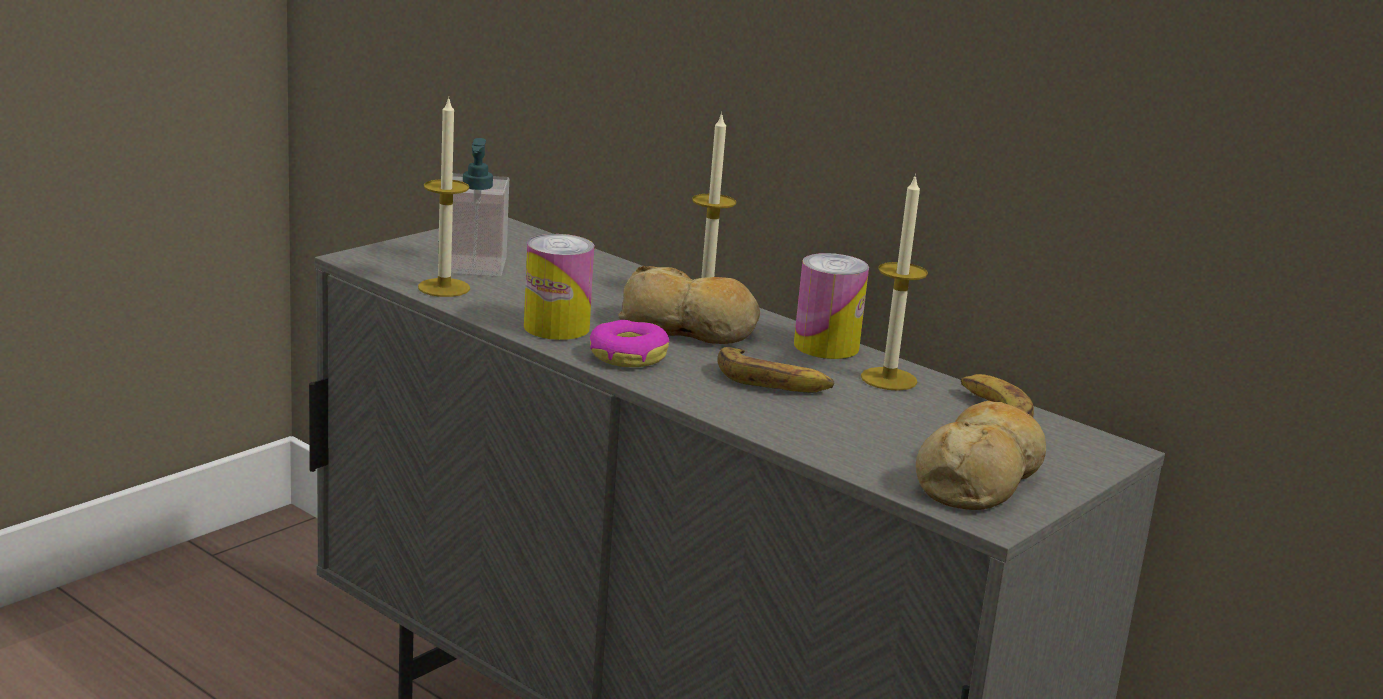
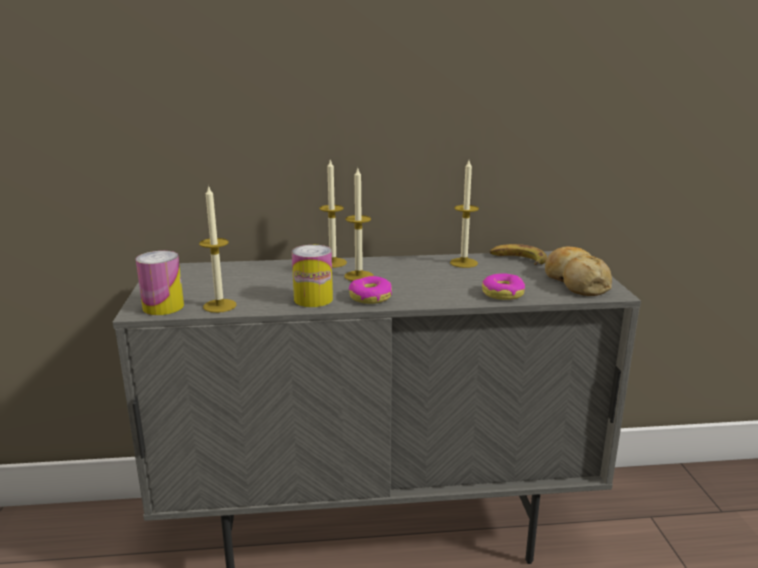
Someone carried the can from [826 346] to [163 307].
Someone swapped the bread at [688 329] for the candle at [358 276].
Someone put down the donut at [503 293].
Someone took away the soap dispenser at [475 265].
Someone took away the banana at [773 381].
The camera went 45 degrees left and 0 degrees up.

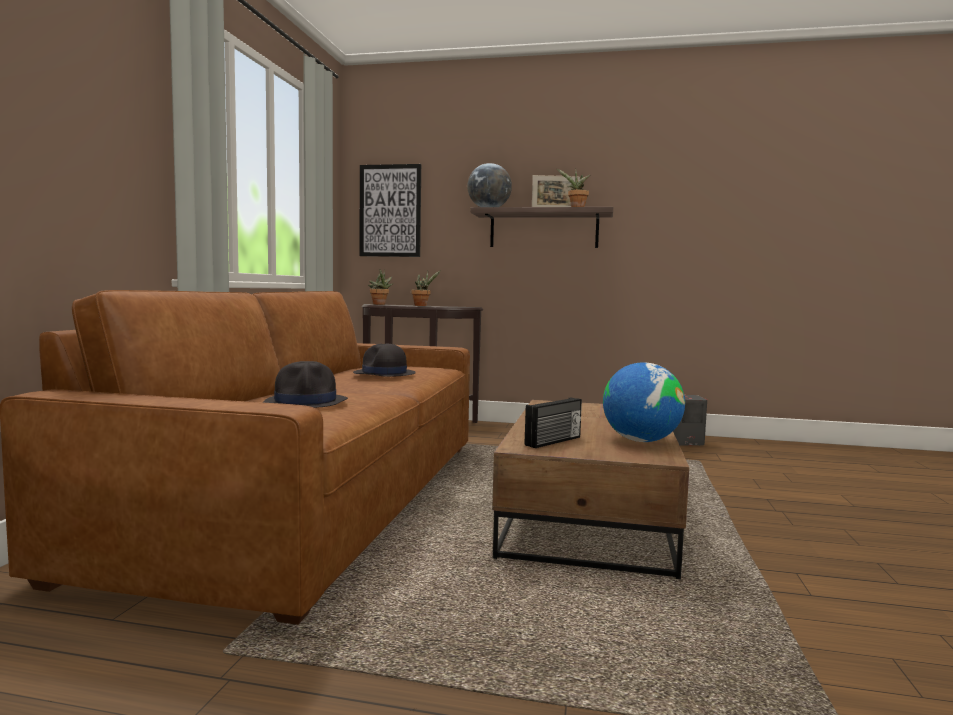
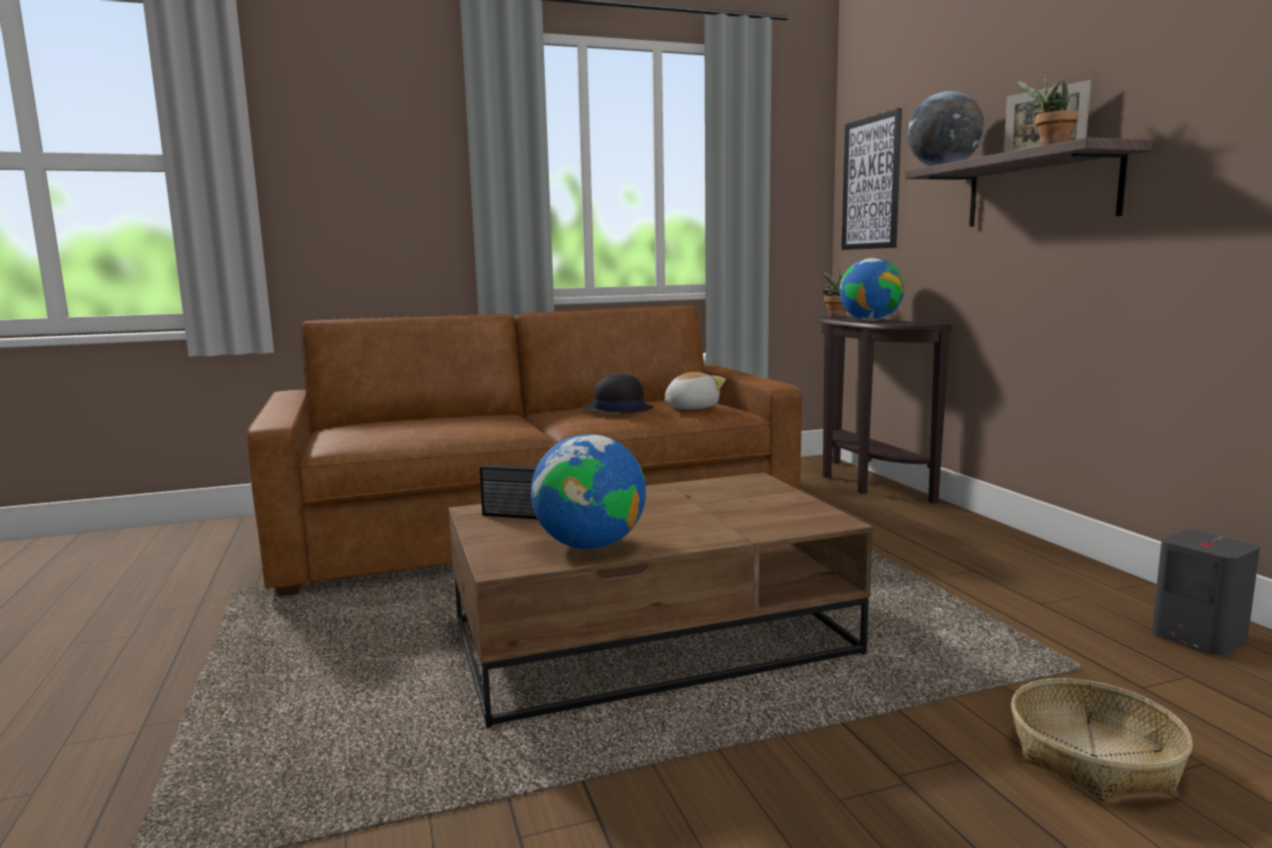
Someone put down the plush toy at [690 408].
Someone swapped the potted plant at [422 305] for the globe at [870 320].
Someone put down the basket at [1094 757].
Someone took away the black hat at [306 402].
The camera went 60 degrees right and 5 degrees up.

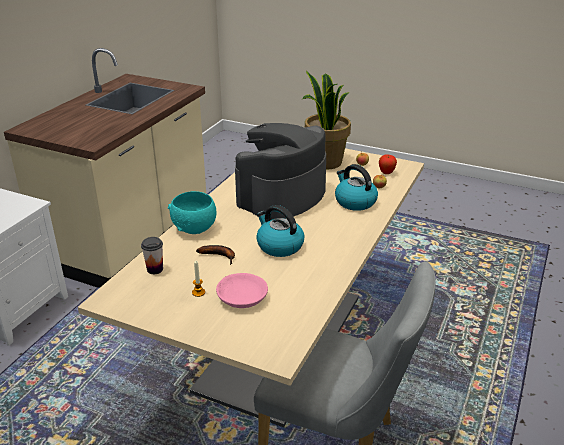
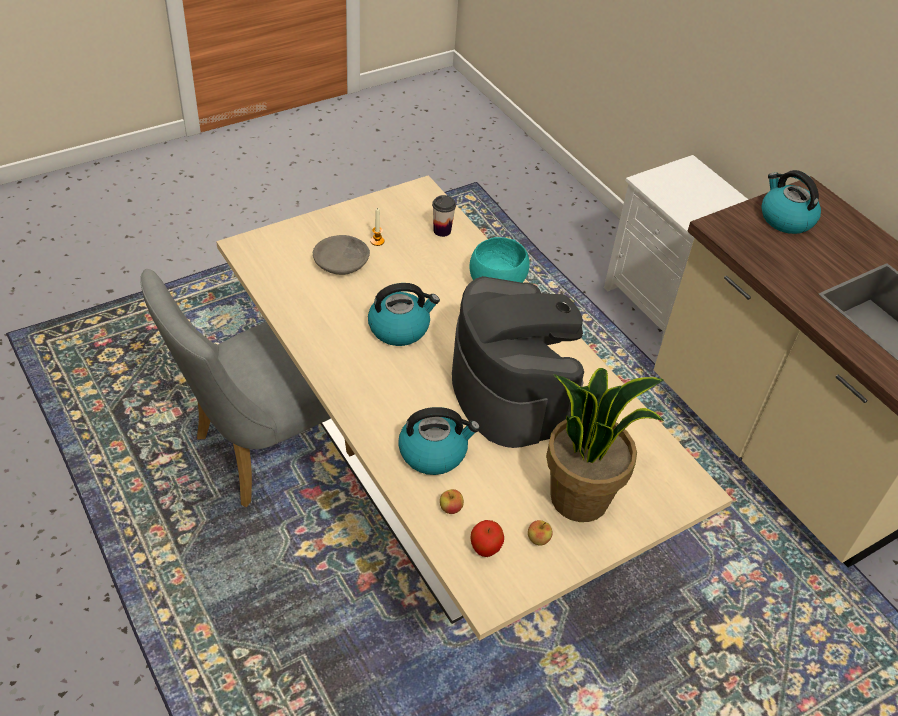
Someone repainted the pink bowl at [241 297], which became the grey bowl at [342 262].
Someone put down the kettle at [785 219].
Someone took away the banana at [220 256].
The camera went 120 degrees right and 15 degrees up.

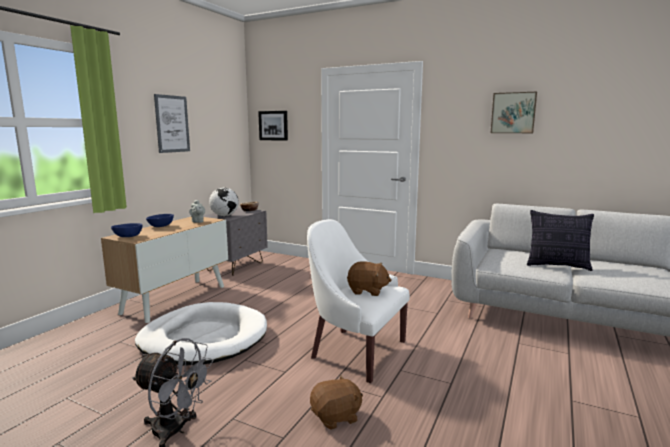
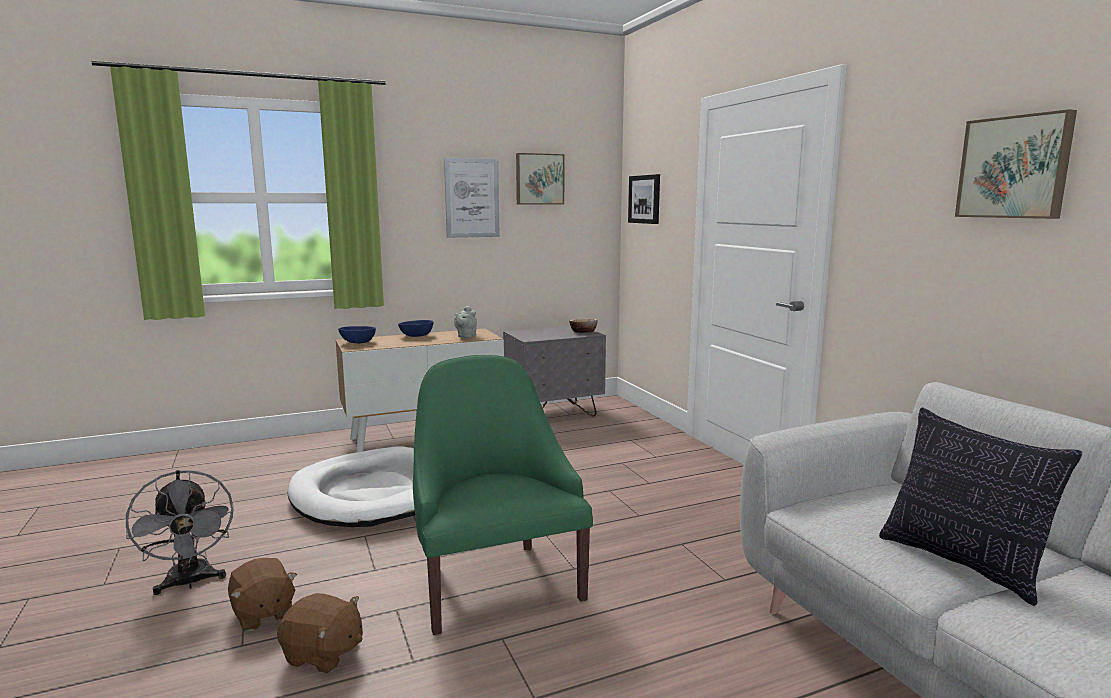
Someone carried the brown plush toy from [367 291] to [263 614].
Someone repainted the white armchair at [355 351], which became the green armchair at [495 582].
Someone put up the picture at [539 179].
Someone took away the globe at [224 216].
The camera went 40 degrees right and 0 degrees up.

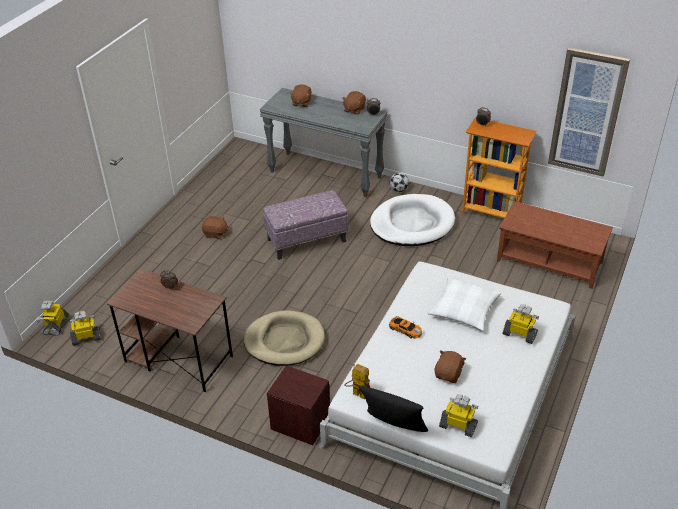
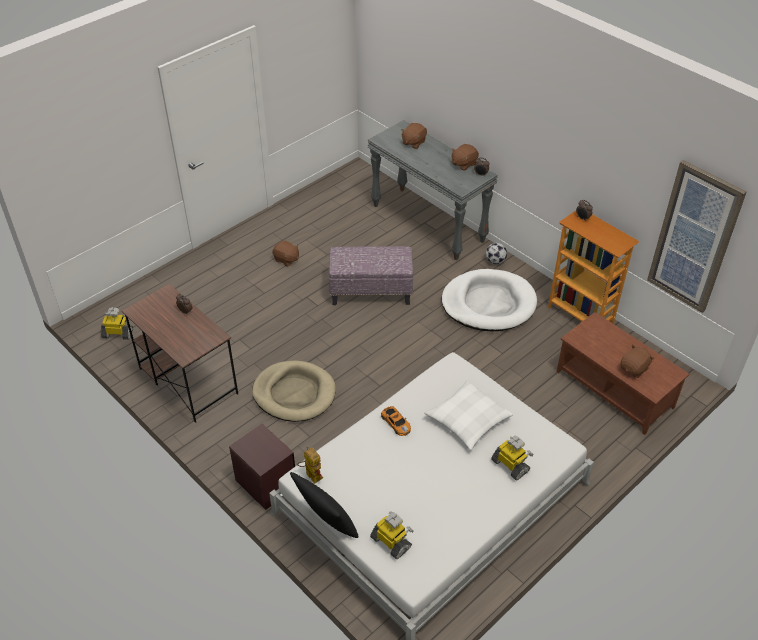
Someone carried the brown plush toy from [448 374] to [634 369].
Someone took away the toy robot at [56 325].
The camera went 20 degrees right and 5 degrees up.

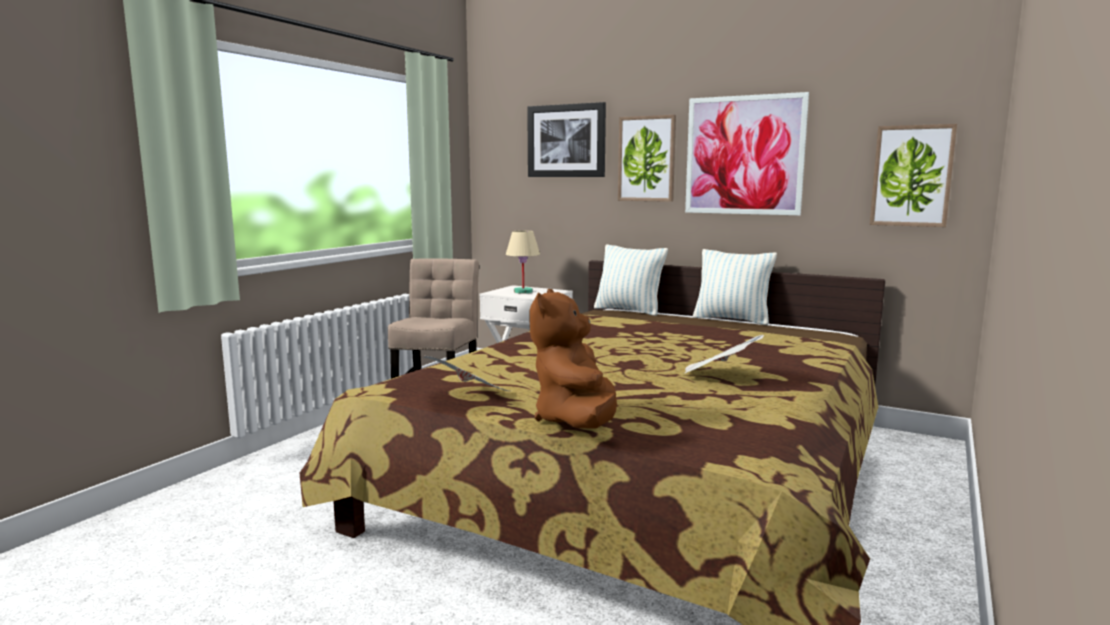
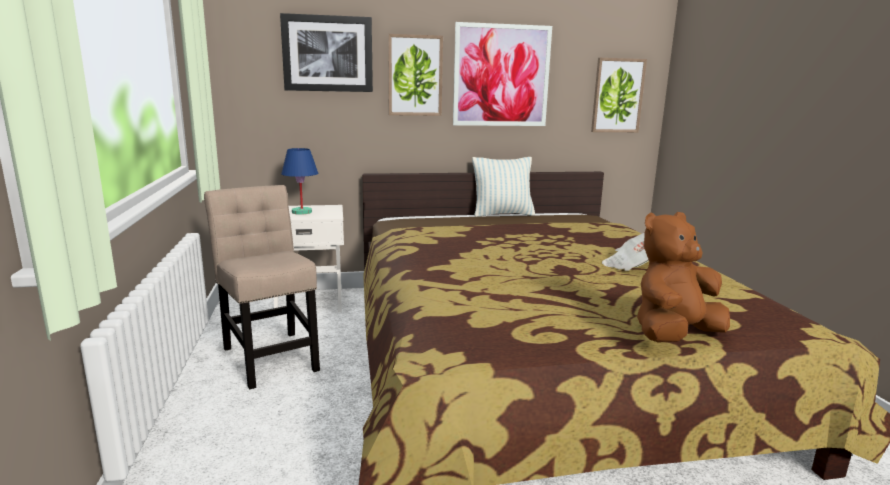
Someone repainted the beige table lamp at [522 291], which became the blue table lamp at [301 212].
Someone rotated the brown plush toy at [576 422] by 90 degrees clockwise.
Someone took away the newspaper at [469 397].
Someone took away the pillow at [629 310].
The camera went 40 degrees left and 5 degrees up.

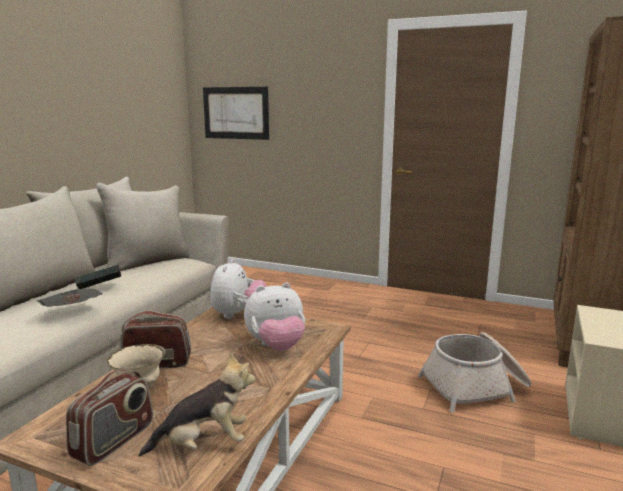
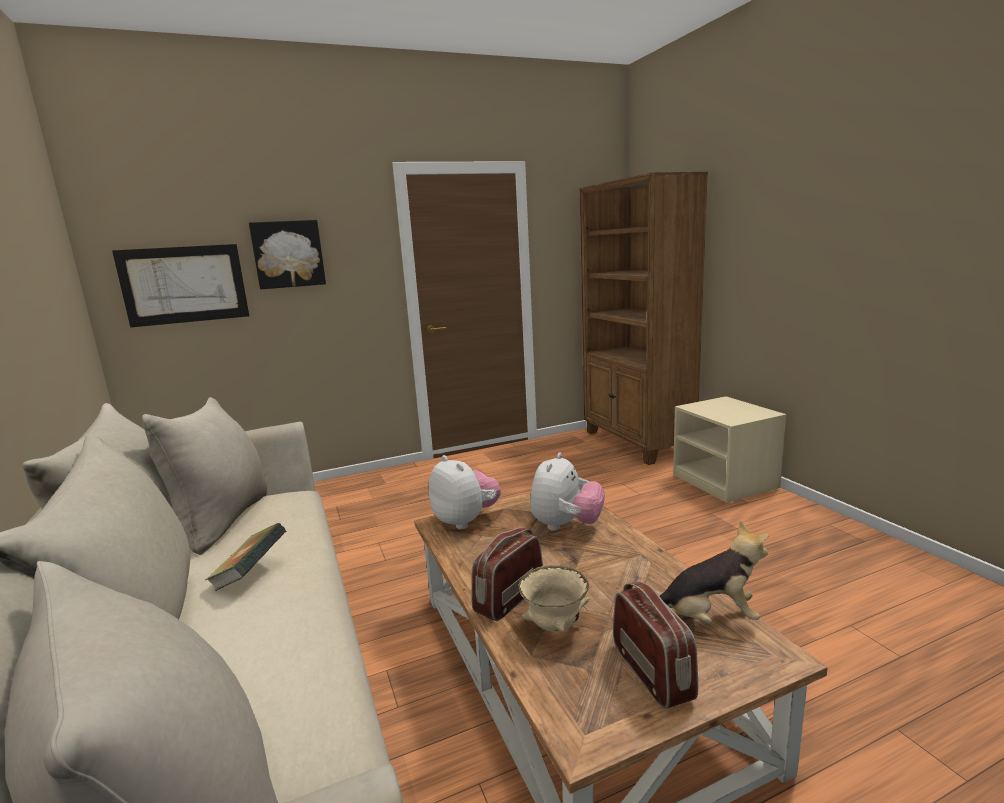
Someone put up the picture at [288 254].
Someone rotated the plush toy at [204 444] by 60 degrees clockwise.
Someone took away the newspaper at [73 313].
Someone took away the basket at [476 387].
The camera went 45 degrees left and 0 degrees up.

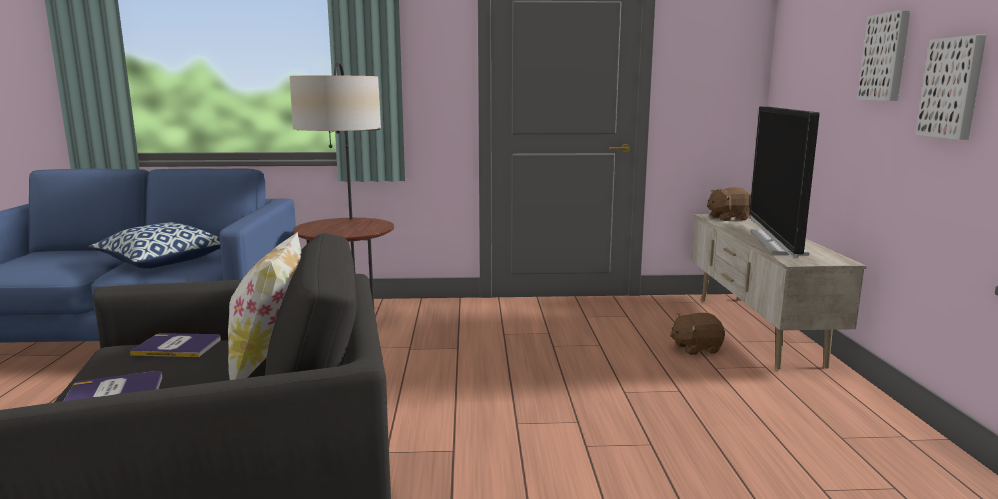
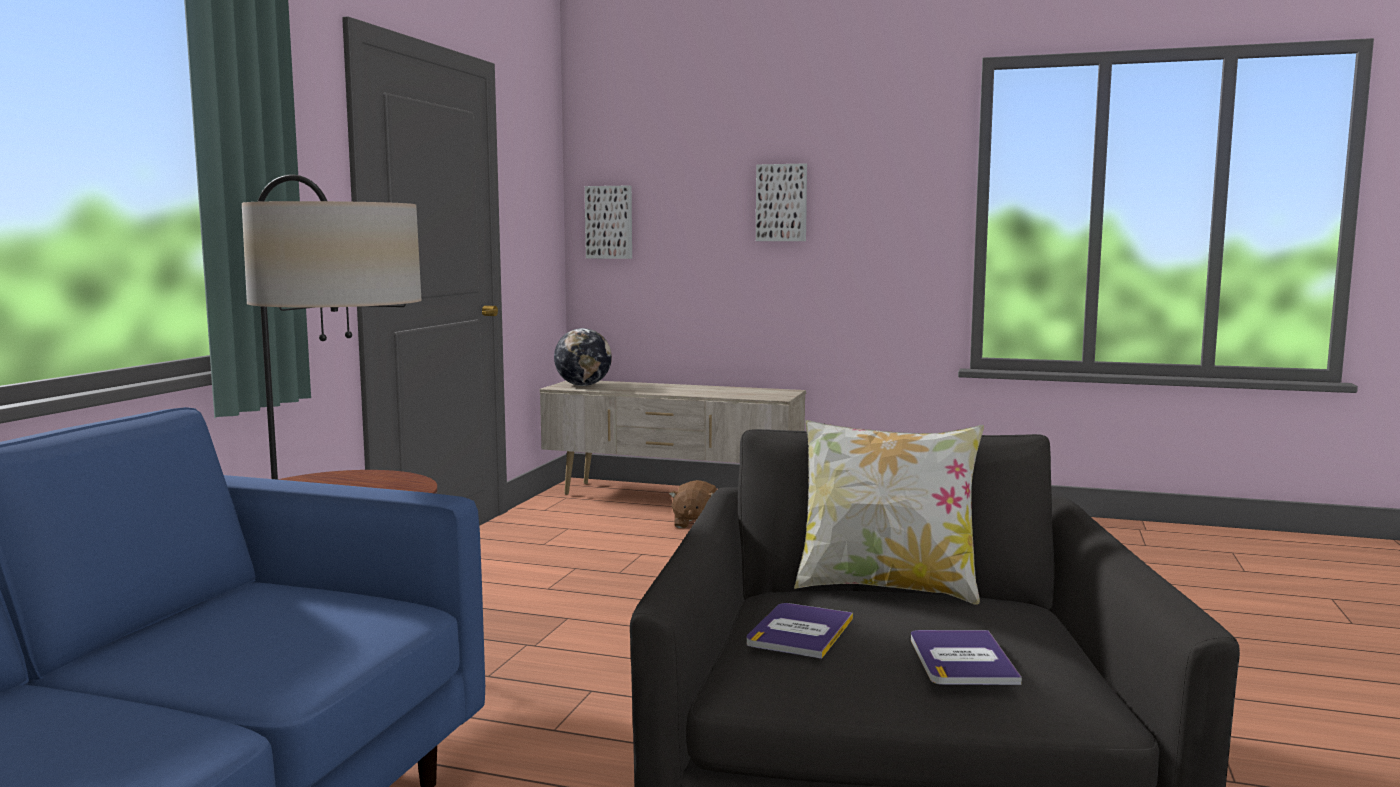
Someone swapped the brown plush toy at [728 218] for the globe at [583 385].
Someone carried the picture from [953 88] to [609 222].
Someone took away the pillow at [163 262].
Someone took away the television at [777 243].
The camera went 70 degrees left and 5 degrees down.

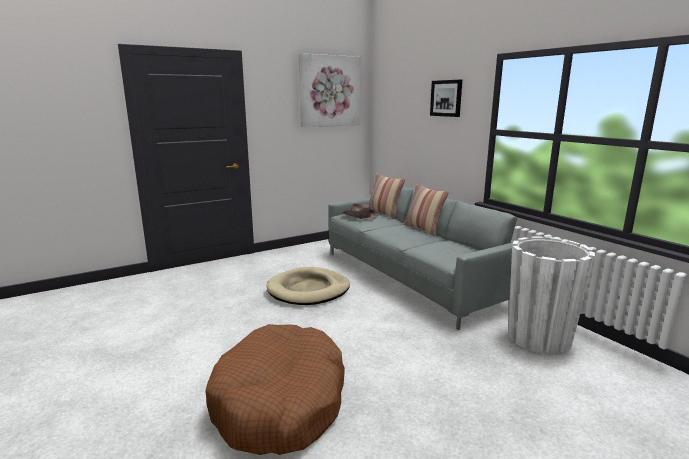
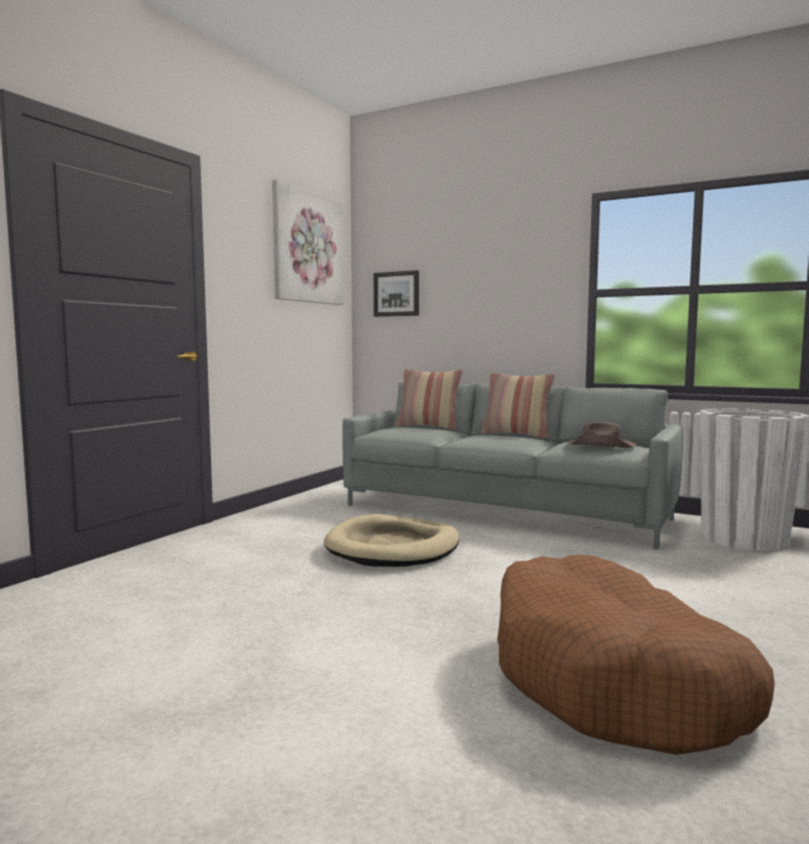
Someone carried the picture from [446 98] to [396 294].
Someone carried the brown hat from [360 216] to [601 446].
The camera went 30 degrees left and 10 degrees down.

